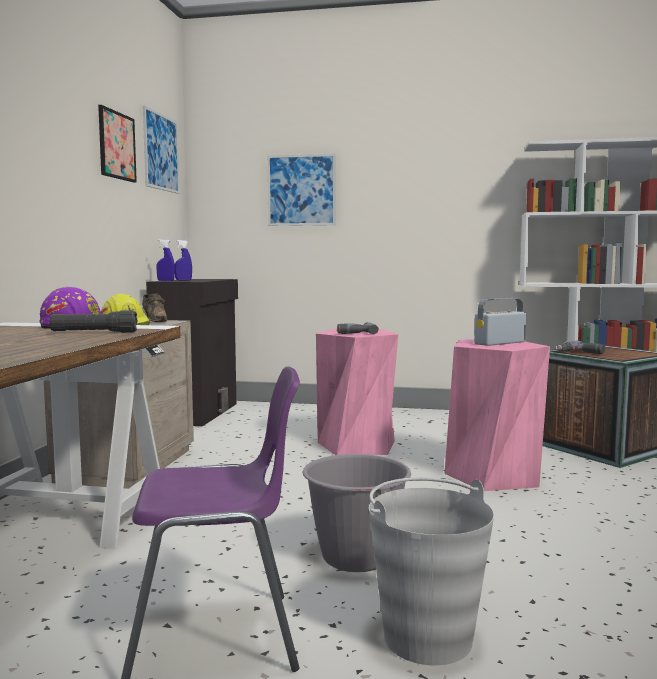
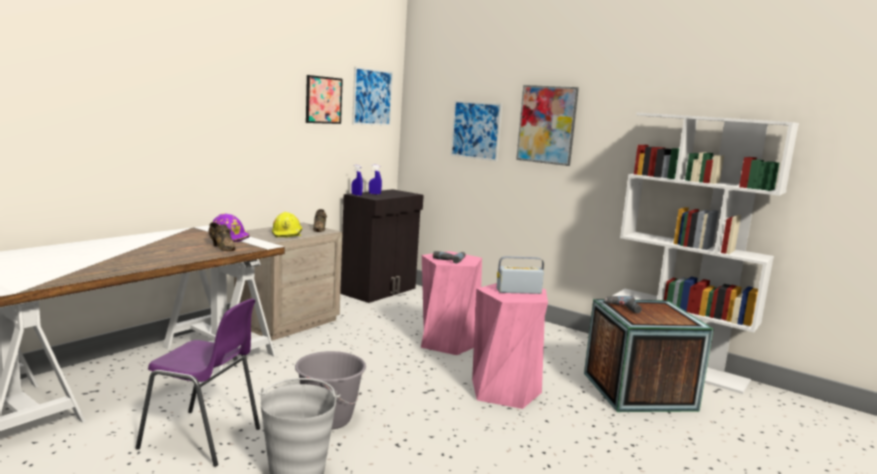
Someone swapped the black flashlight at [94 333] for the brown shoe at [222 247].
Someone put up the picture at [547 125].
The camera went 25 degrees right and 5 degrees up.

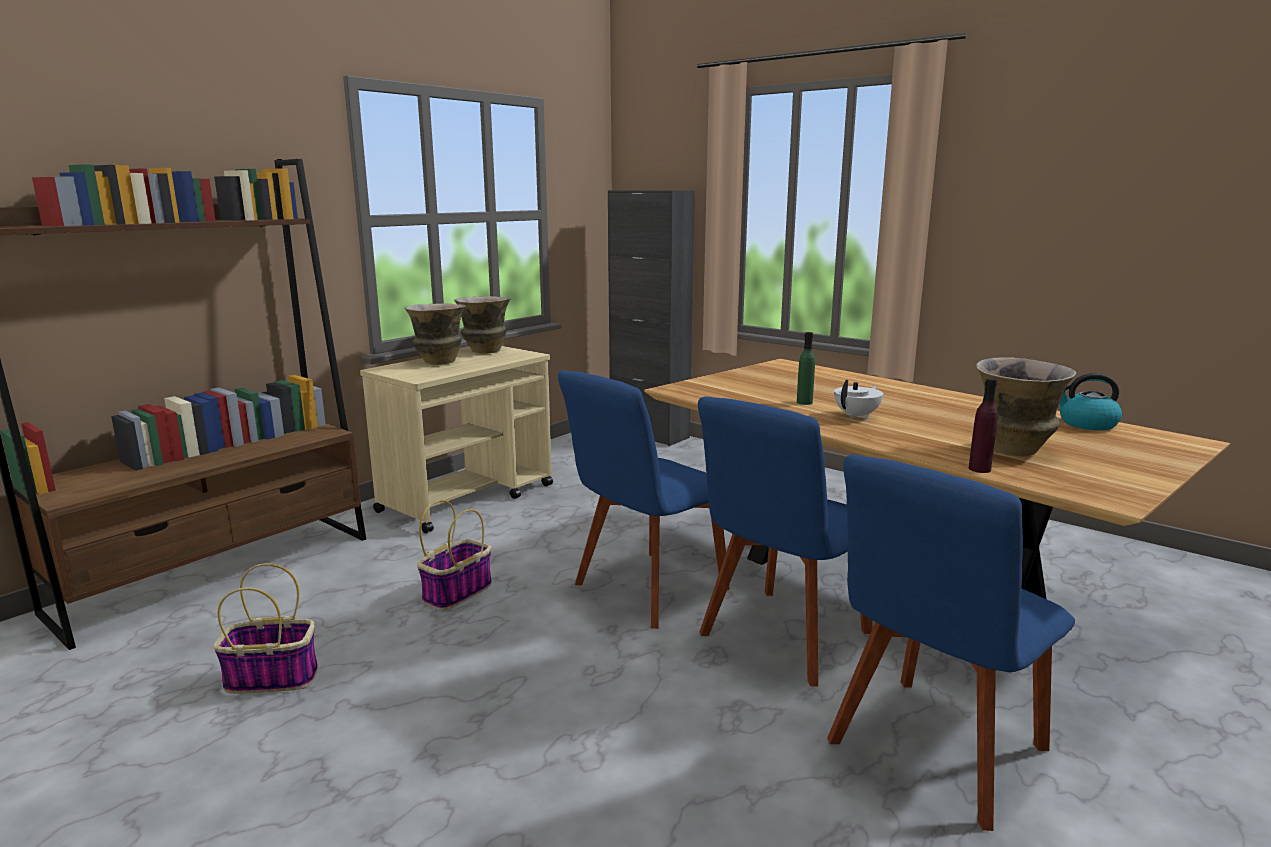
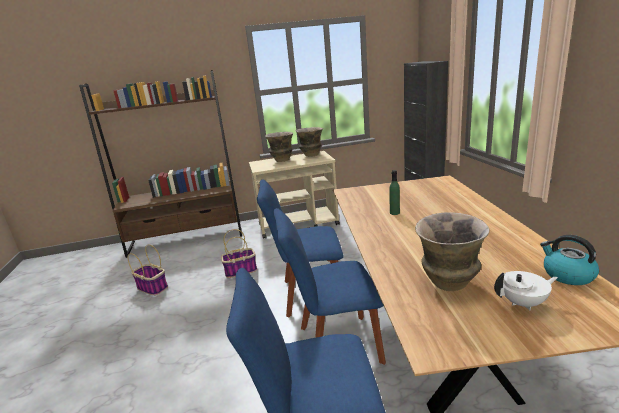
Someone carried the white teapot from [857 416] to [523 303].
Someone took away the purple bottle at [979 469].
The camera went 40 degrees right and 5 degrees up.

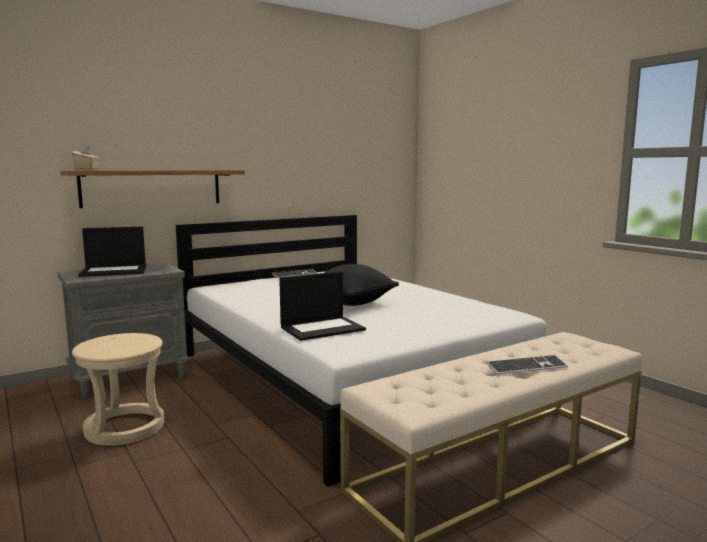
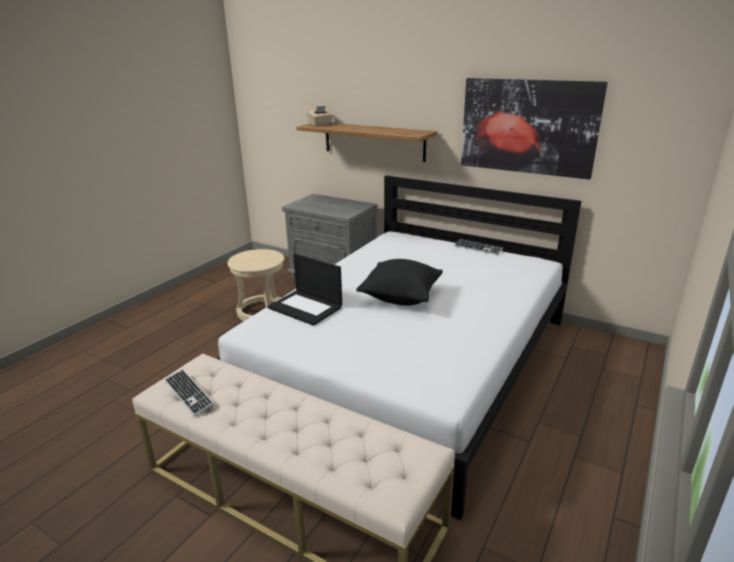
Someone carried the keyboard from [527 367] to [189 393].
Someone put up the picture at [528 127].
Someone took away the laptop at [115 271].
The camera went 65 degrees right and 15 degrees up.

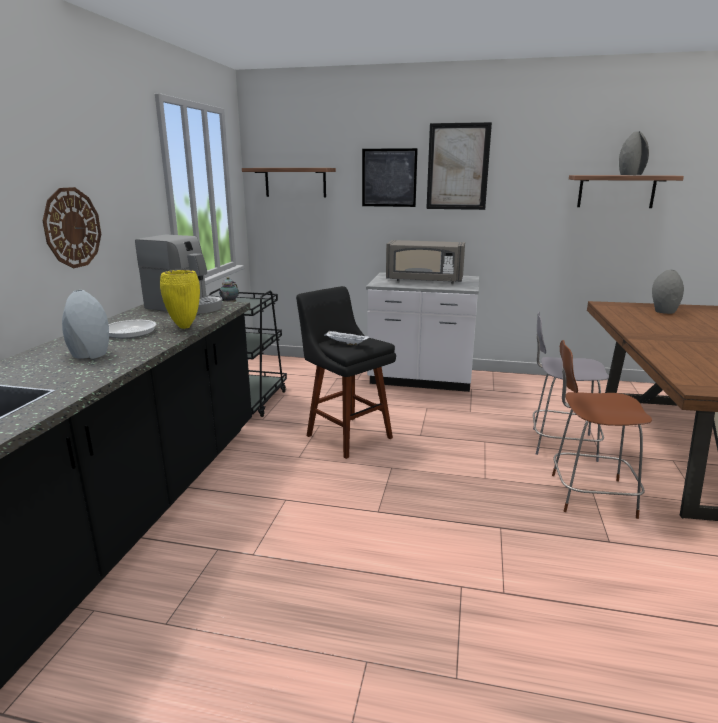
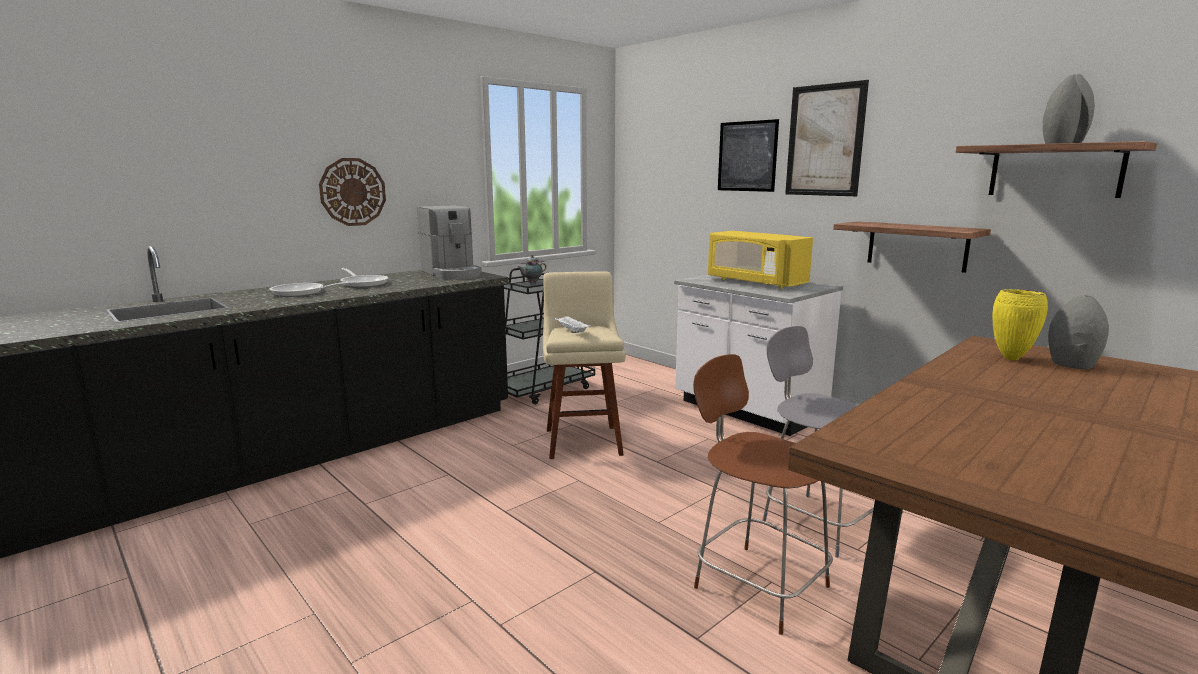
Someone swapped the grey vase at [90 355] for the frying pan at [302 293].
Someone repainted the black stool at [346 435], which became the beige stool at [583 440].
Someone repainted the grey microwave at [424 280], which became the yellow microwave at [754 282].
Someone carried the shelf from [295 182] to [917 246].
Someone carried the yellow vase from [185 327] to [1011 358].
The camera went 35 degrees right and 5 degrees down.

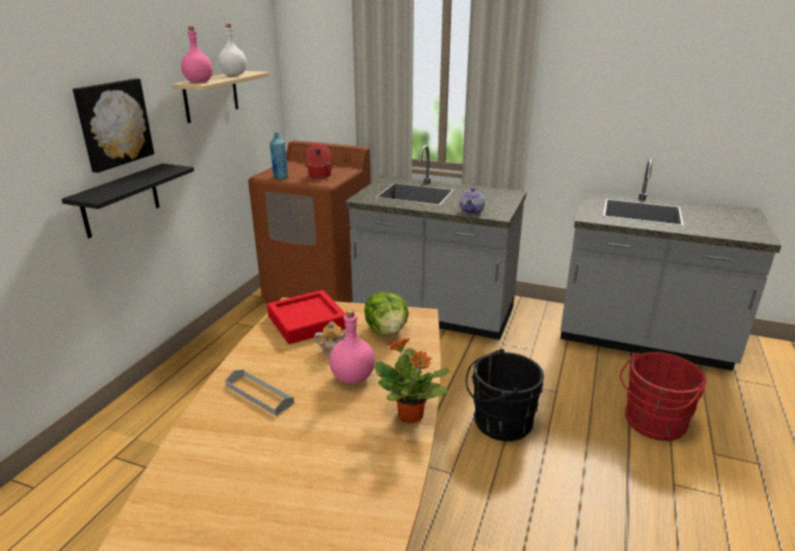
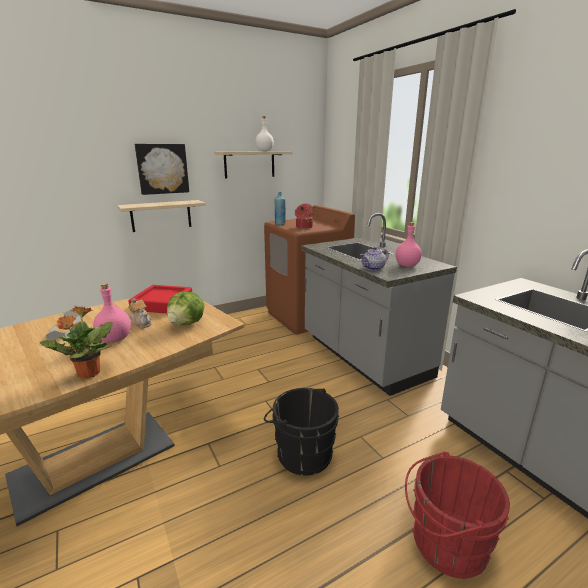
Someone repainted the black shelf at [121 200], which became the beige shelf at [161 215].
Someone carried the pink bottle from [199 82] to [407 265].
The camera went 40 degrees right and 5 degrees down.

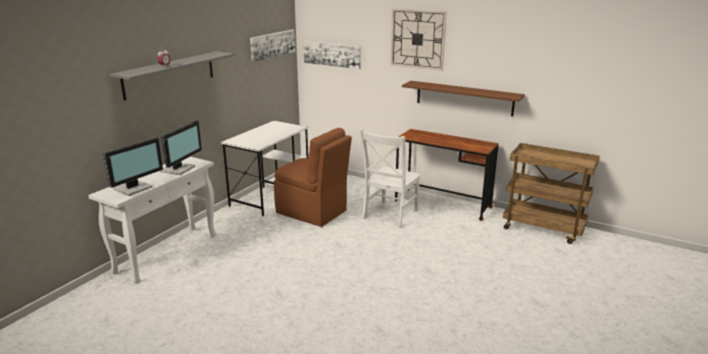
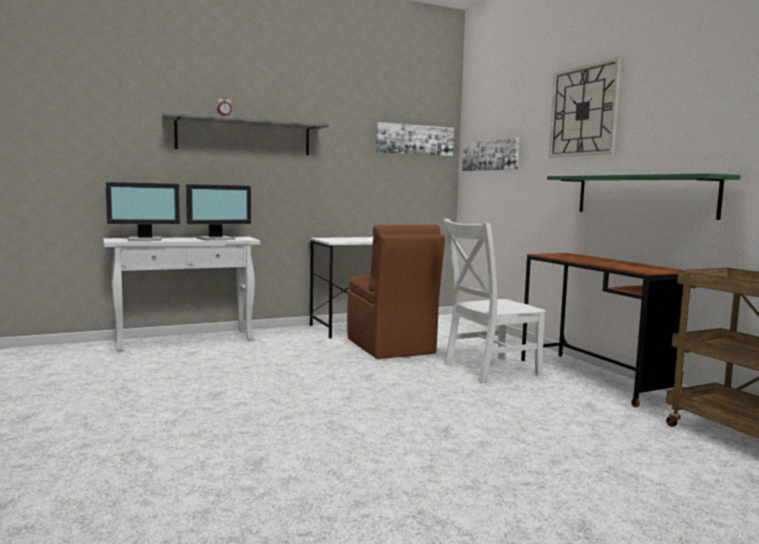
Someone repainted the brown shelf at [464 98], which became the green shelf at [643 195].
The camera went 35 degrees right and 15 degrees down.

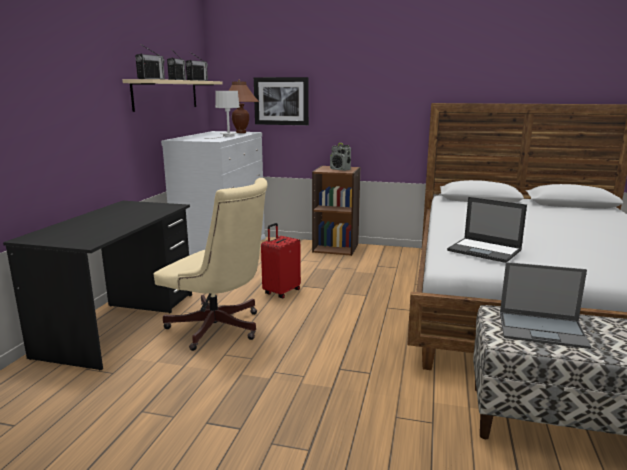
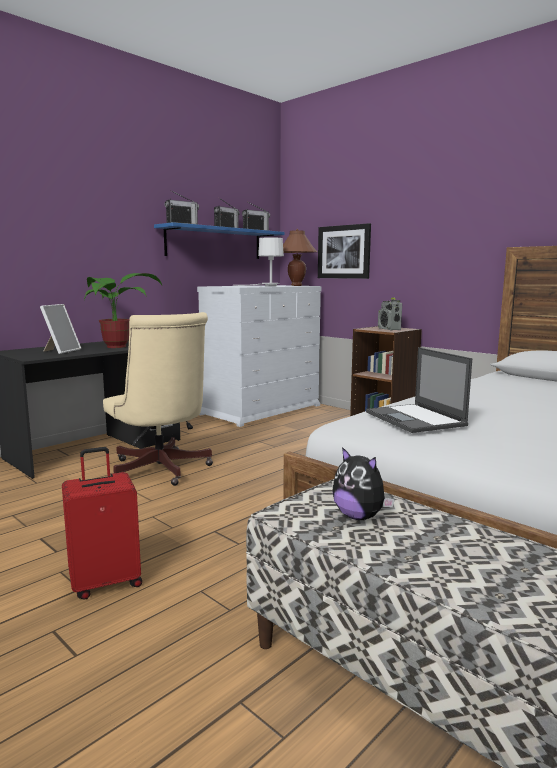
Someone put down the picture frame at [61 351].
Someone carried the red suitcase from [281 292] to [106 582].
Someone put down the potted plant at [120 346].
Someone repainted the beige shelf at [166 94], which became the blue shelf at [214 243].
Someone swapped the laptop at [543 330] for the plush toy at [359 516].
The camera went 30 degrees right and 5 degrees down.

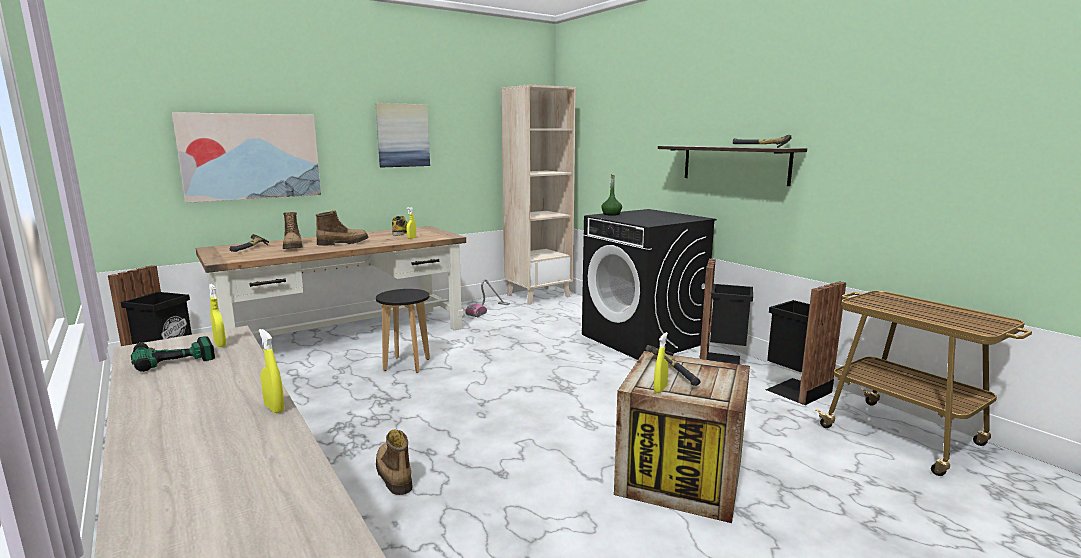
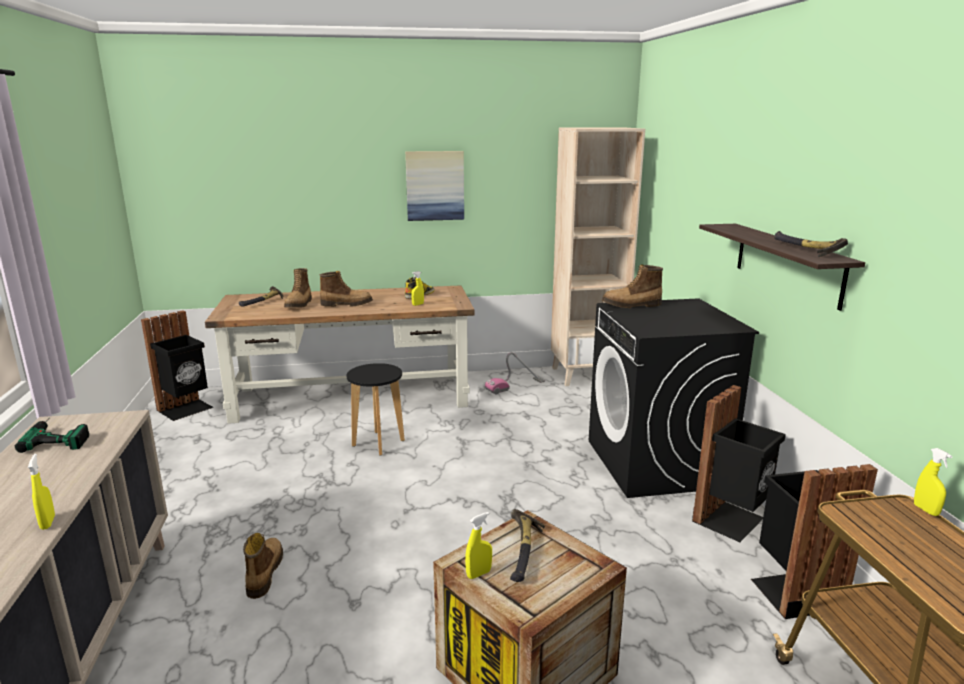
Someone swapped the green bottle at [611 214] for the boot at [632 305].
Someone carried the yellow spray bottle from [220 344] to [926 510].
Someone took away the picture at [251 156].
The camera went 25 degrees right and 5 degrees up.

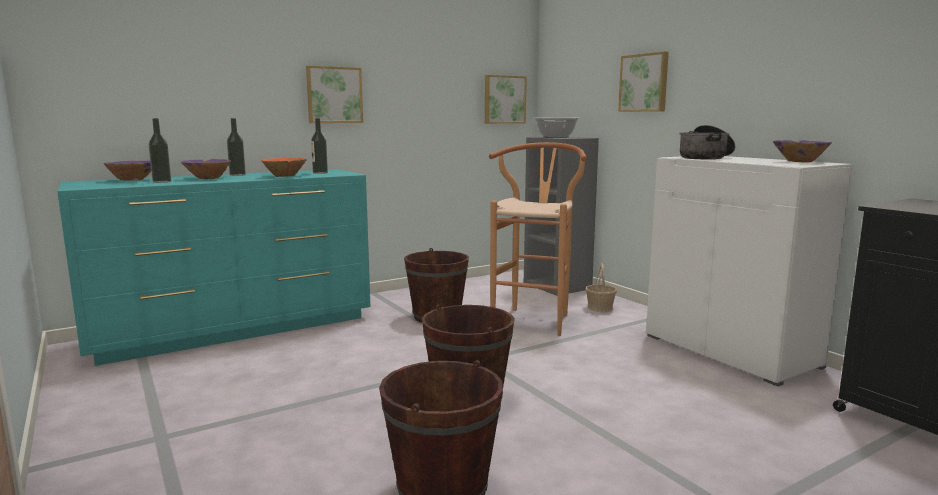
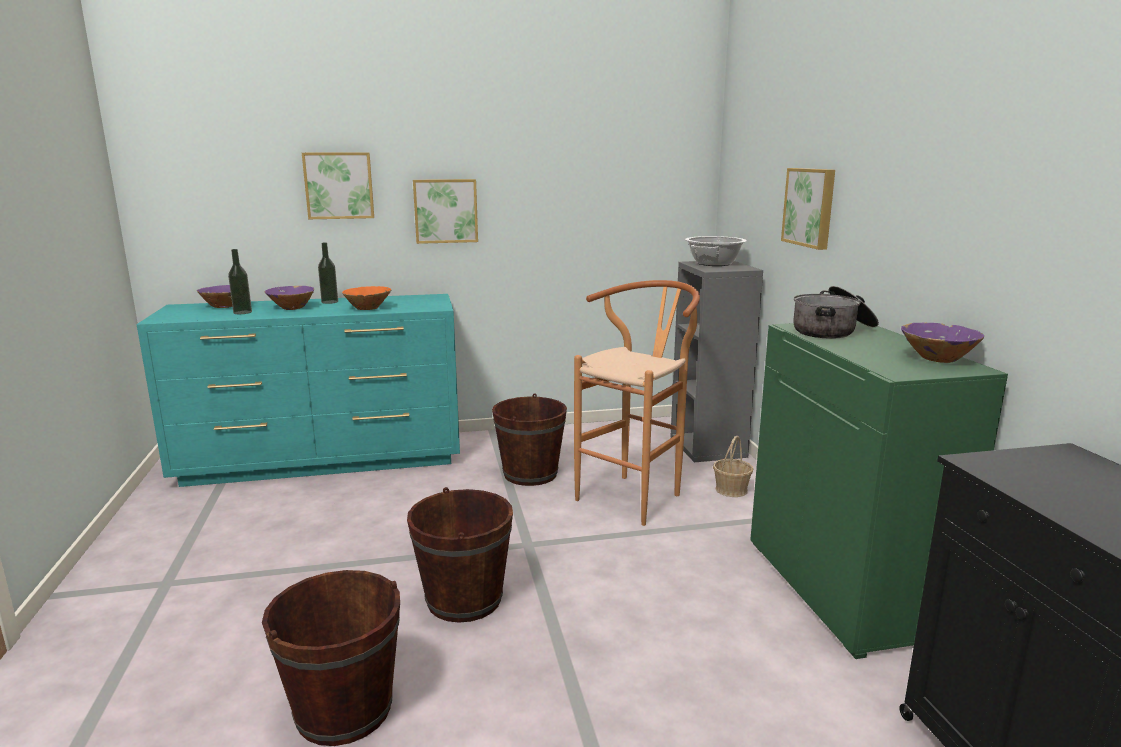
Someone carried the picture from [504 99] to [339 185].
Someone repainted the white cabinet at [731 351], which became the green cabinet at [844 588].
Someone took away the bottle at [320 173].
The camera went 20 degrees right and 5 degrees up.

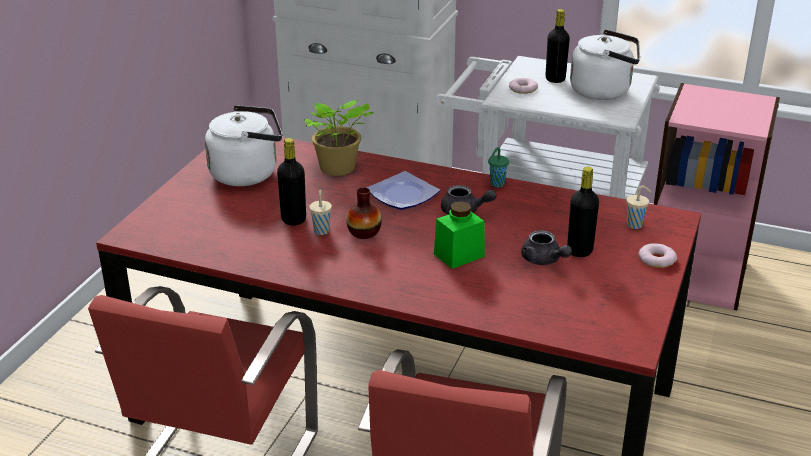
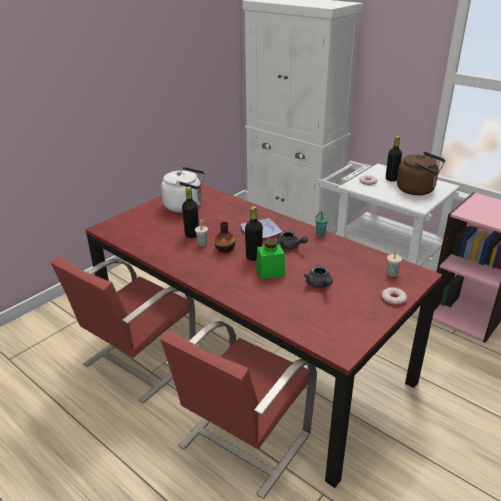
Someone carried the black bottle from [579 250] to [254 257].
Someone repainted the white kettle at [604 91], which became the brown kettle at [418 190].
Someone took away the potted plant at [337 169].
The camera went 20 degrees right and 0 degrees up.

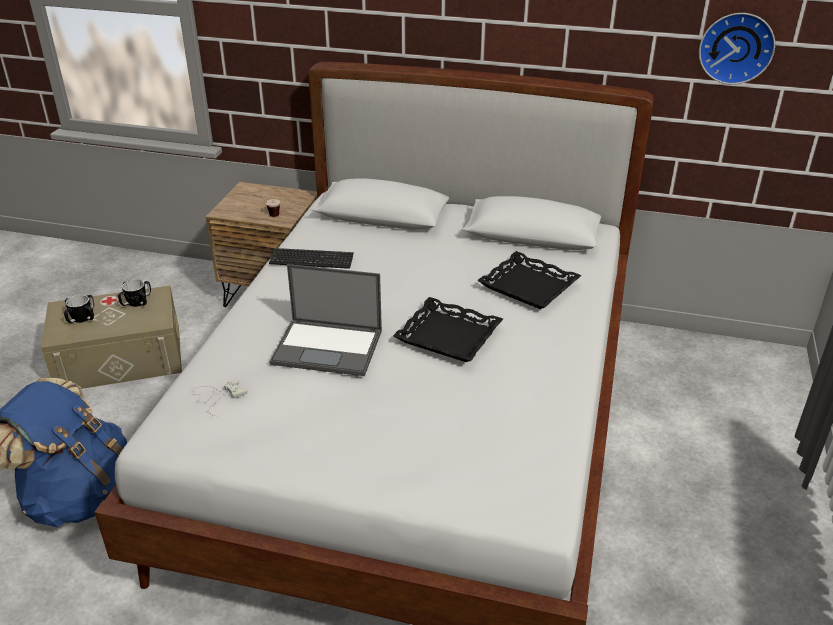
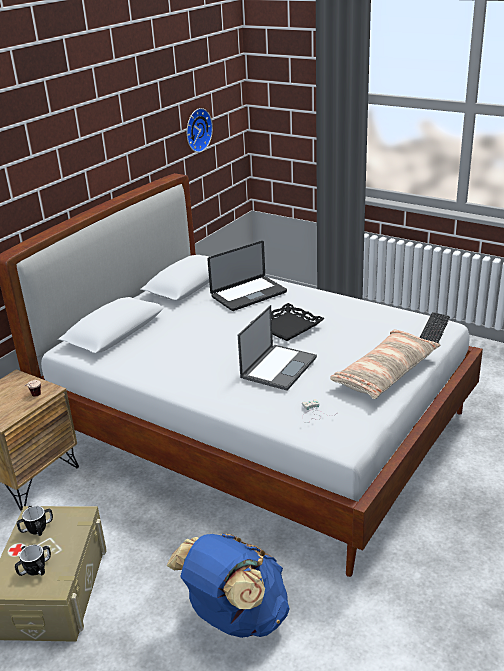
Someone swapped the black tray at [529 286] for the laptop at [249 295].
Someone put down the pillow at [385 373].
Someone carried the keyboard from [311 260] to [434 330].
The camera went 70 degrees left and 5 degrees down.

